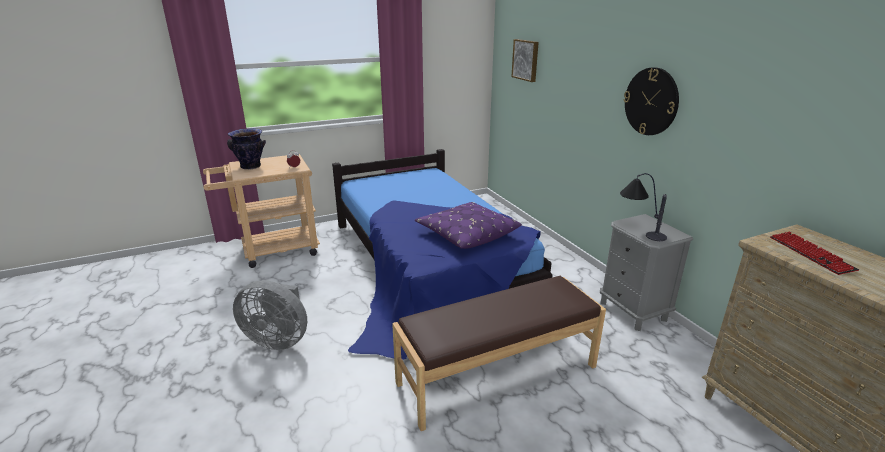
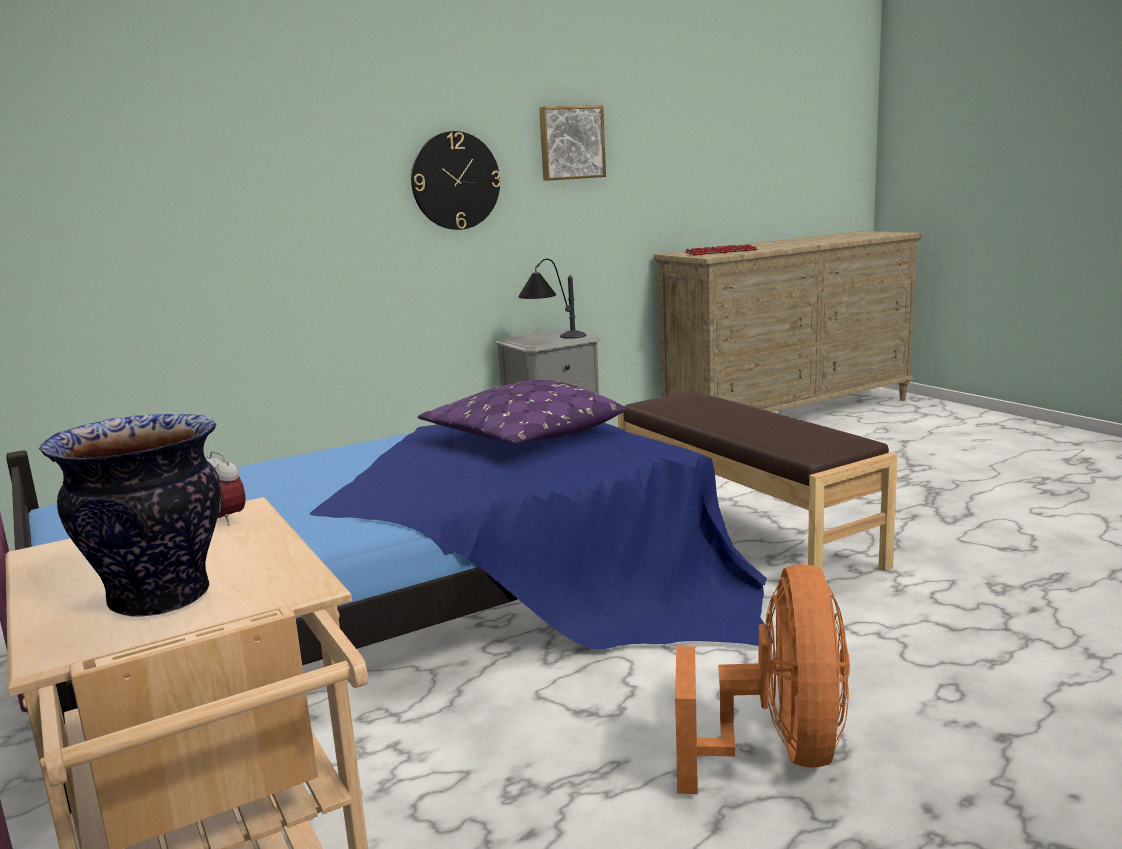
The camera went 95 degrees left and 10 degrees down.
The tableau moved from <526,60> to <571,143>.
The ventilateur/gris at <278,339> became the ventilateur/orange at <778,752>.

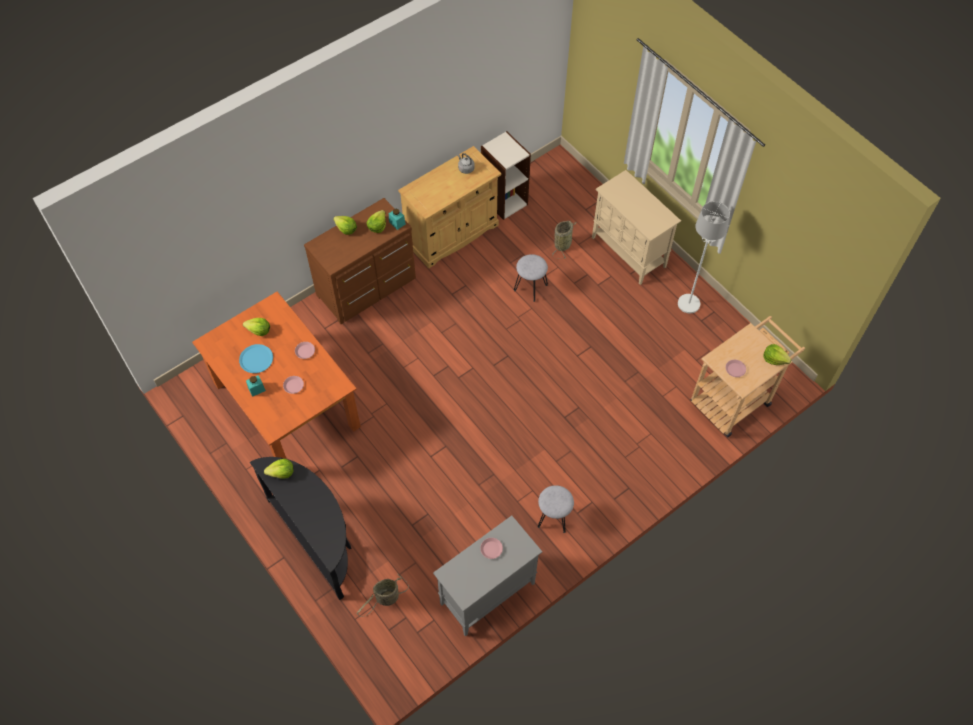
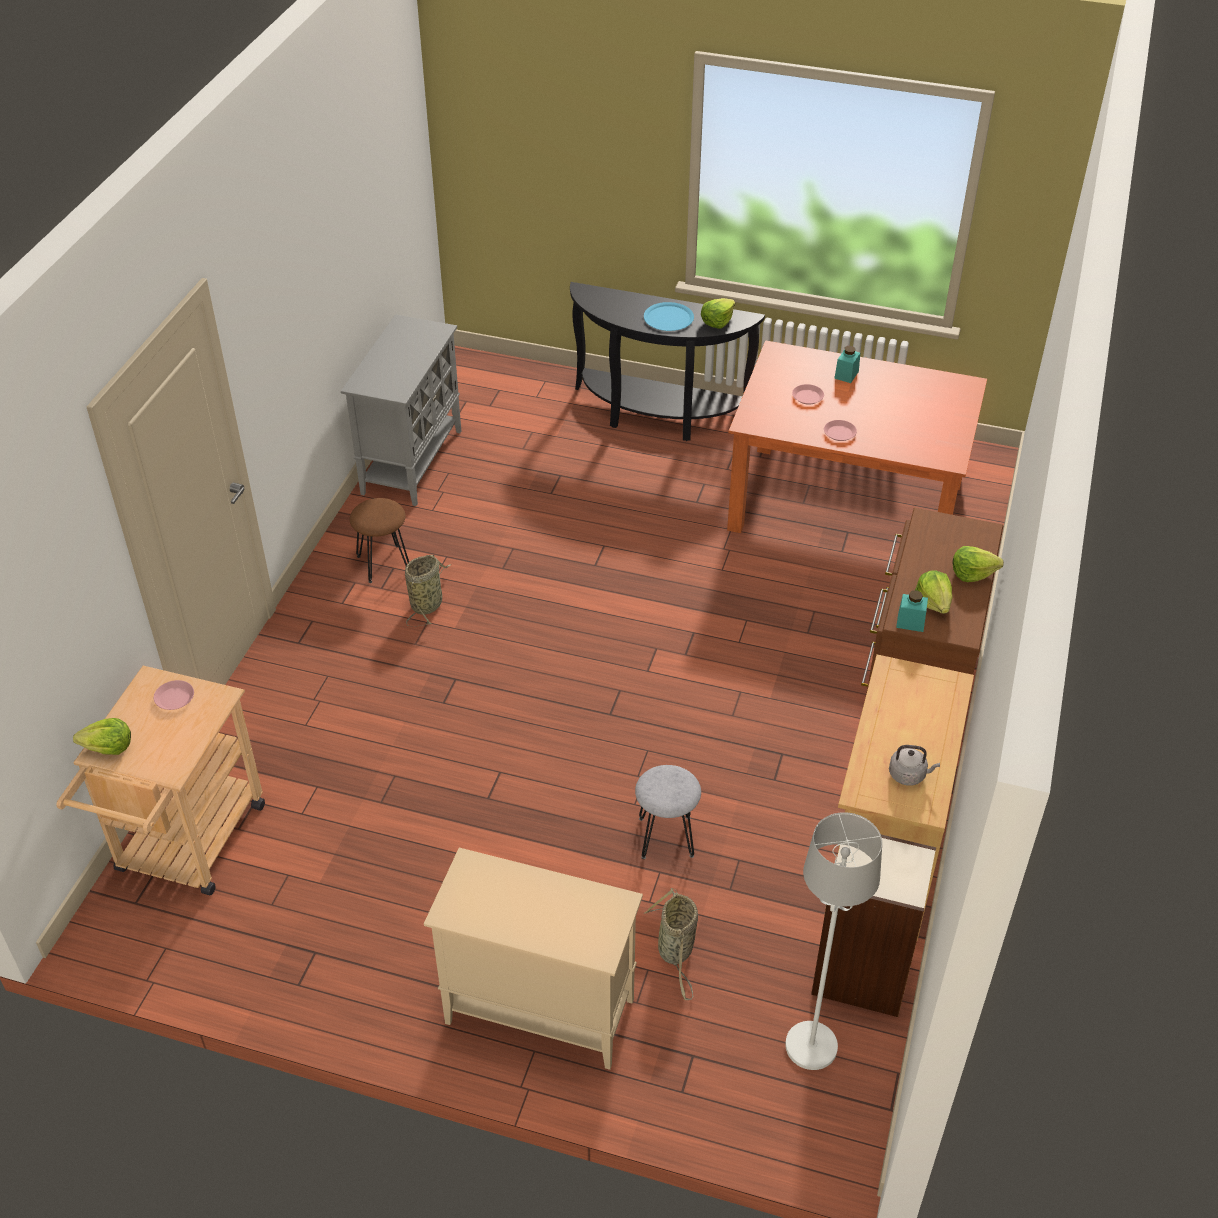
The camera went 145 degrees right and 15 degrees down.
The tabouret/gris at <553,517> became the tabouret/marron at <383,563>.
The panier moved from <386,598> to <427,603>.
The assiette/bleu moved from <256,359> to <668,318>.
The lampadaire/blanc moved from <688,304> to <811,1047>.
The laitue at <259,331> disappeared.
The assiette/rose at <491,549> disappeared.

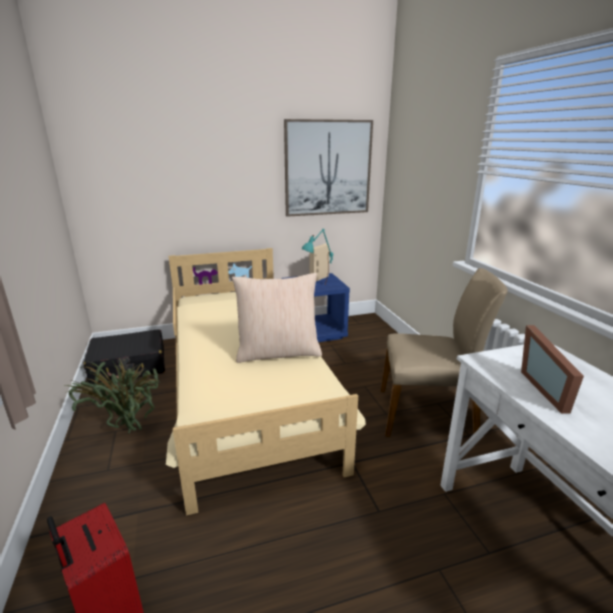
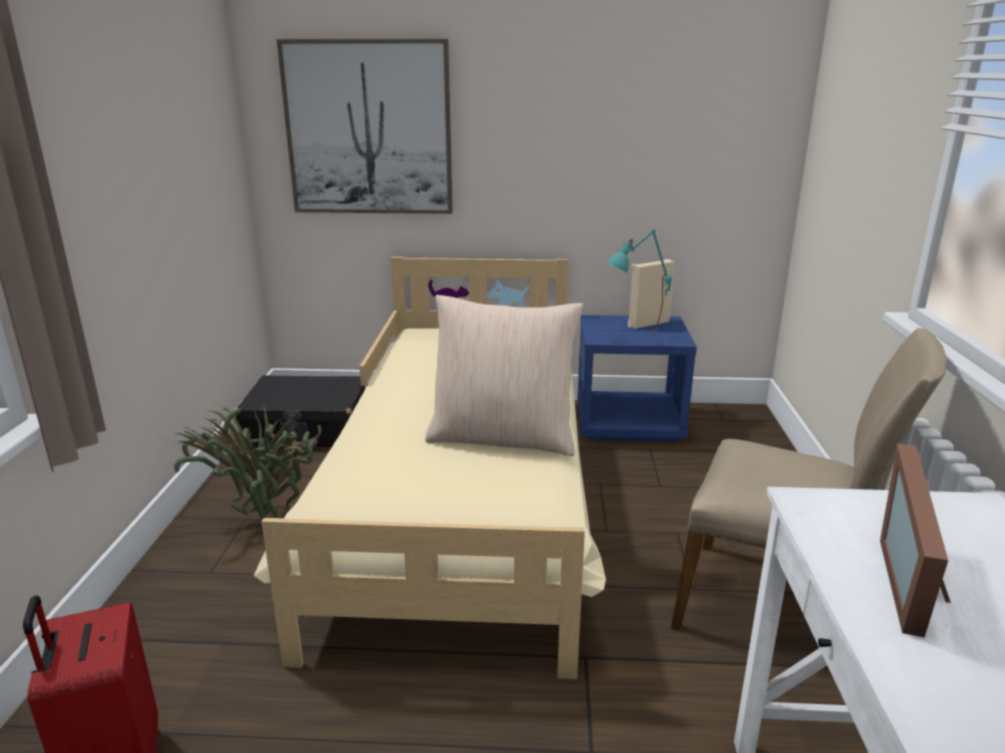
The camera went 20 degrees right and 0 degrees up.
The tableau moved from <328,168> to <369,129>.

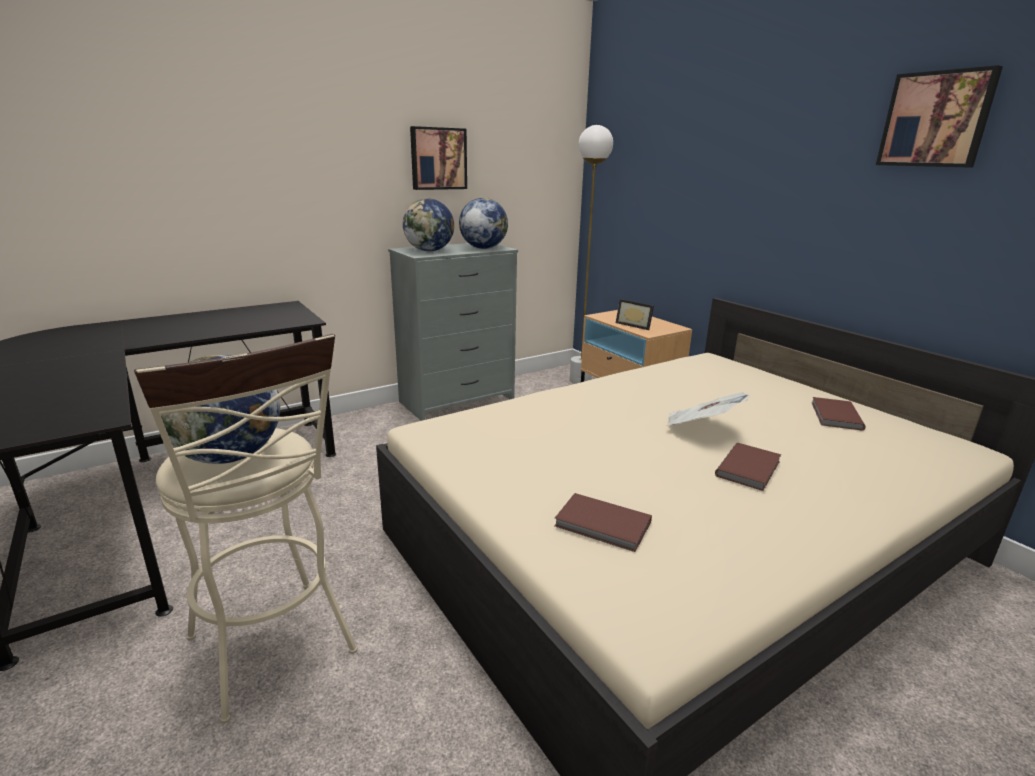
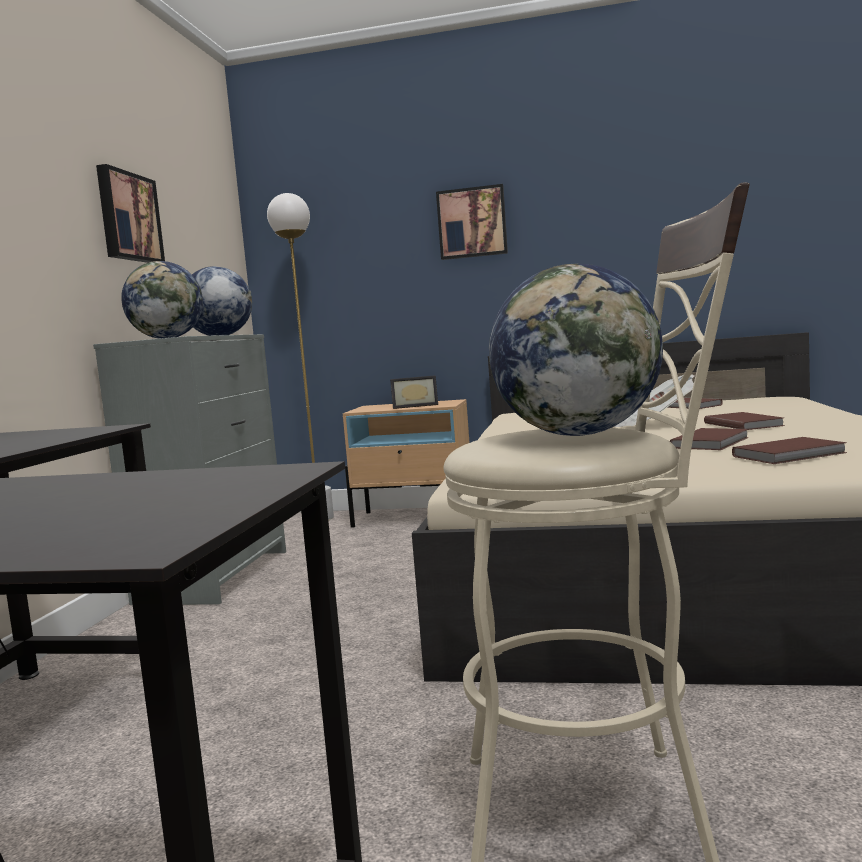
The camera went 45 degrees left and 15 degrees down.
The tableau moved from <936,120> to <472,223>.
The livre/marron at <712,442> appeared.

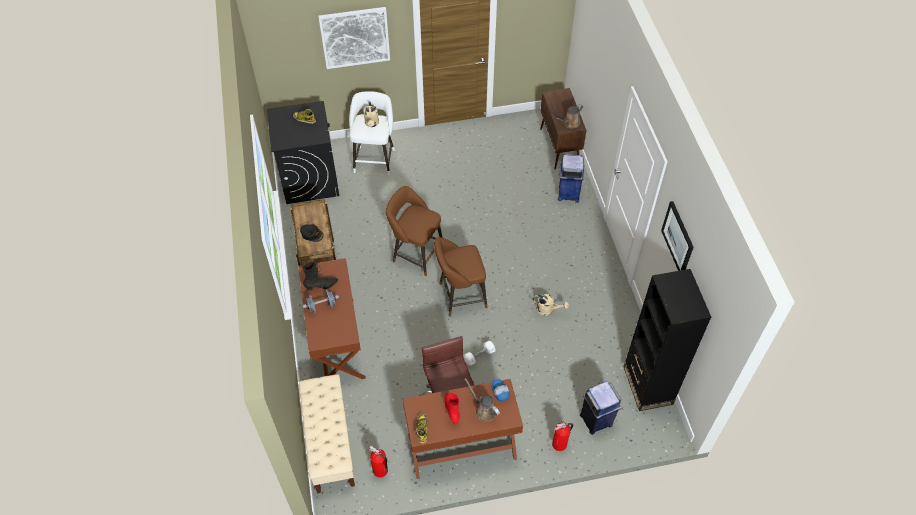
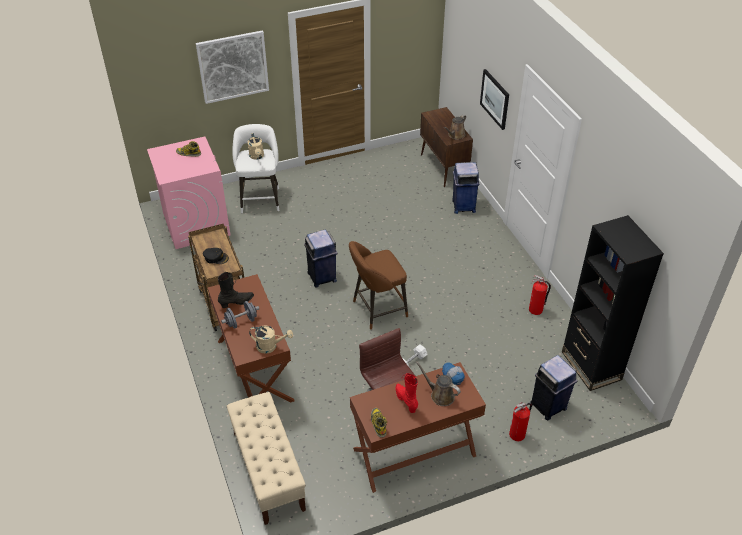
The camera went 10 degrees left and 10 degrees down.
The lave-linge/noir at <309,178> became the lave-linge/rose at <196,223>.
The arrosoir/beige moved from <547,310> to <270,346>.
The tabouret/marron at <416,254> was replaced by the poubelle/bleu at <322,277>.
The tableau moved from <678,238> to <495,99>.
The extincteur moved from <380,471> to <535,310>.

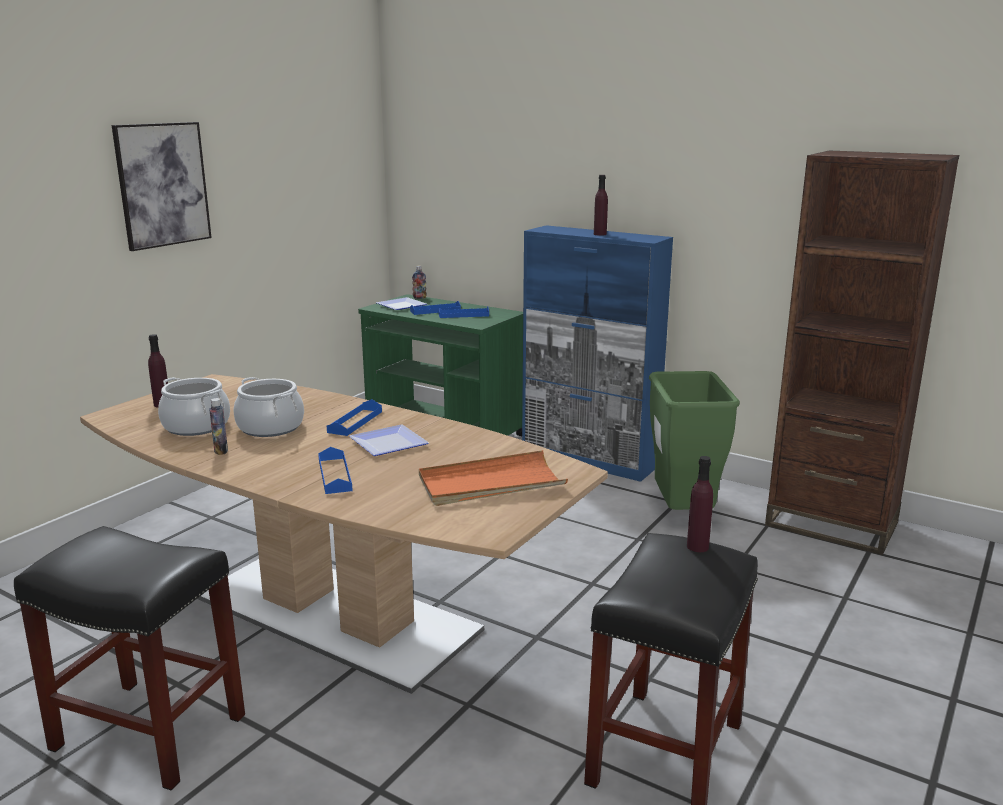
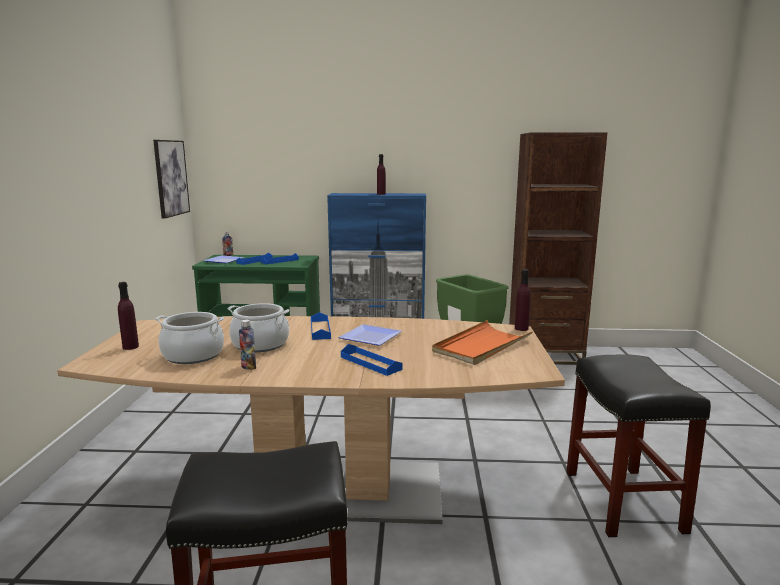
The camera went 30 degrees left and 5 degrees down.
The tableau moved from <162,185> to <171,178>.
The bouteille/violet moved from <697,547> to <521,328>.

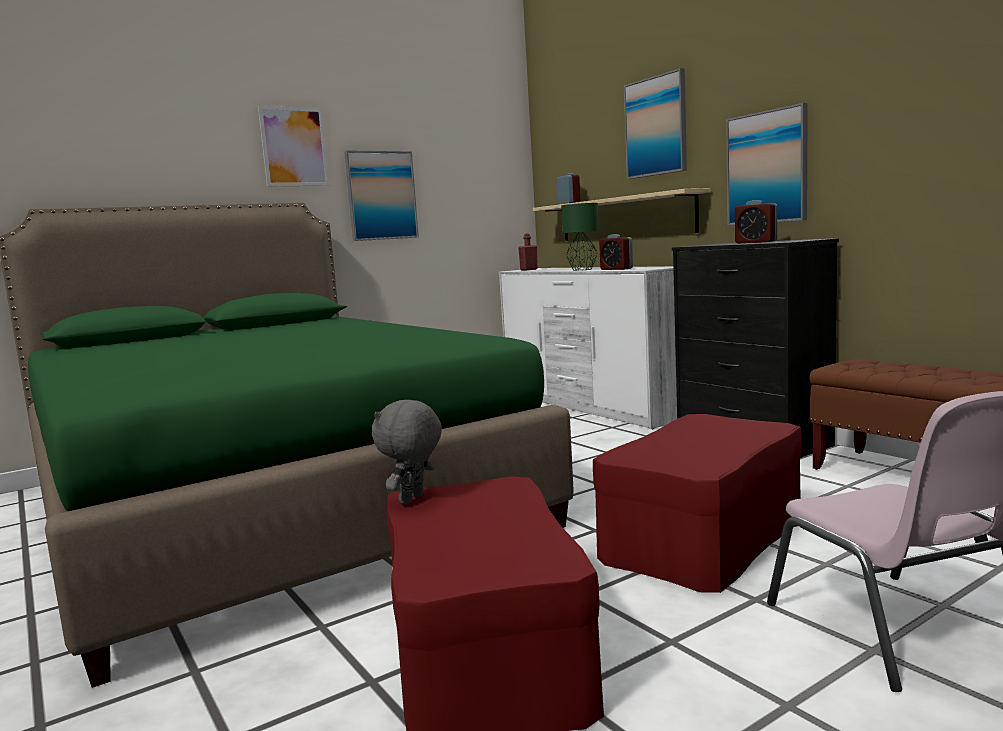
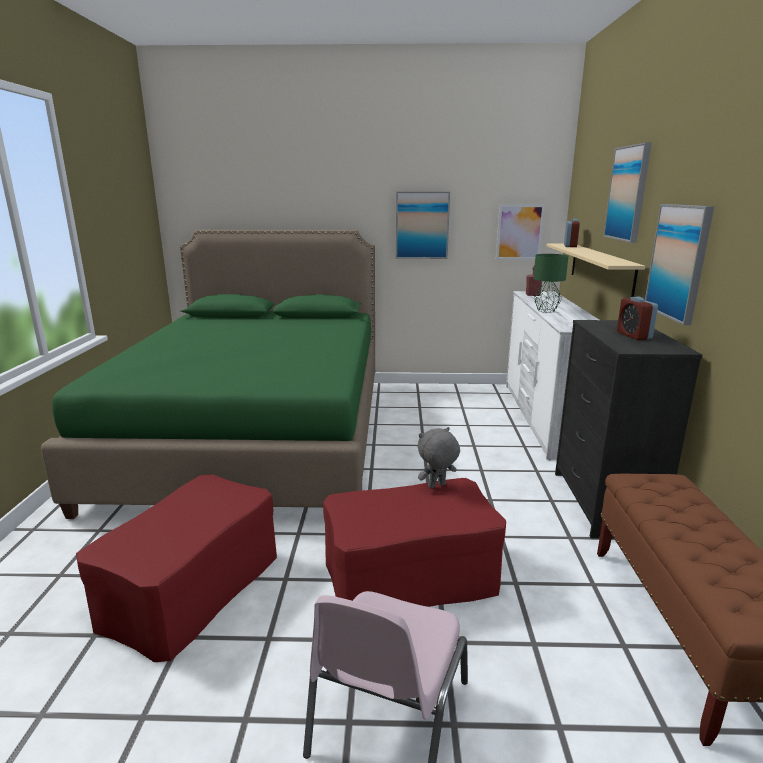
The camera went 35 degrees right and 10 degrees up.
The peluche/gris moved from <413,500> to <437,486>.
The tableau moved from <294,147> to <519,232>.
The réveil at <616,269> disappeared.

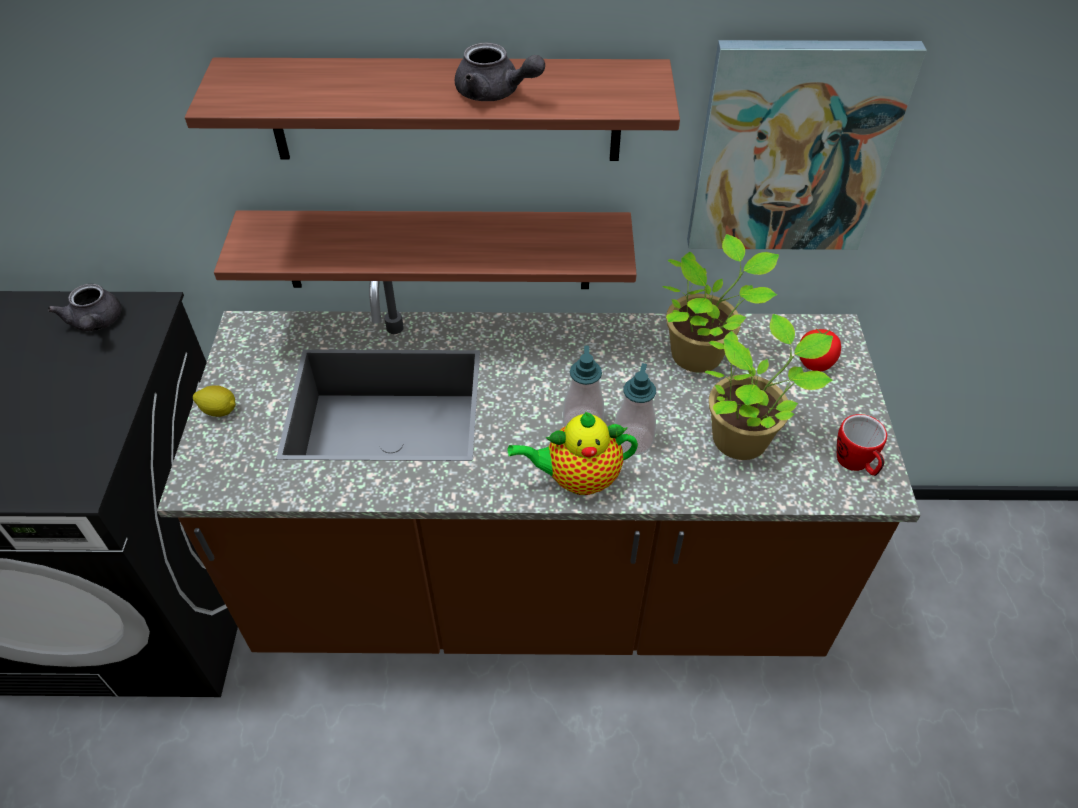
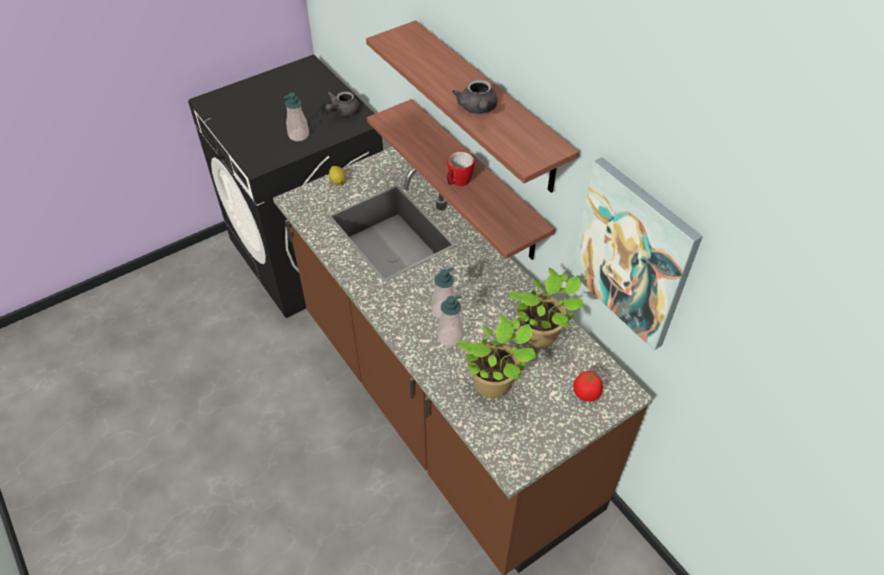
The camera went 55 degrees right and 0 degrees up.
The distributeur de savon at <298,135> appeared.
The mug moved from <856,464> to <457,182>.
The théière at <577,478> disappeared.

